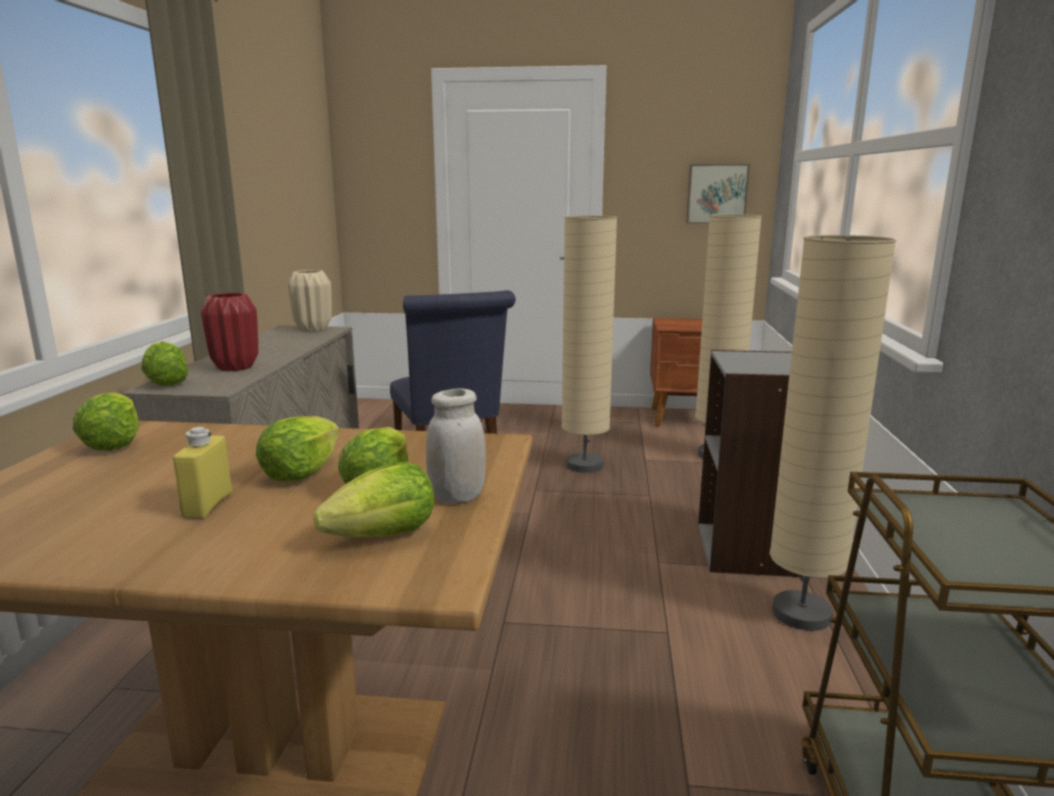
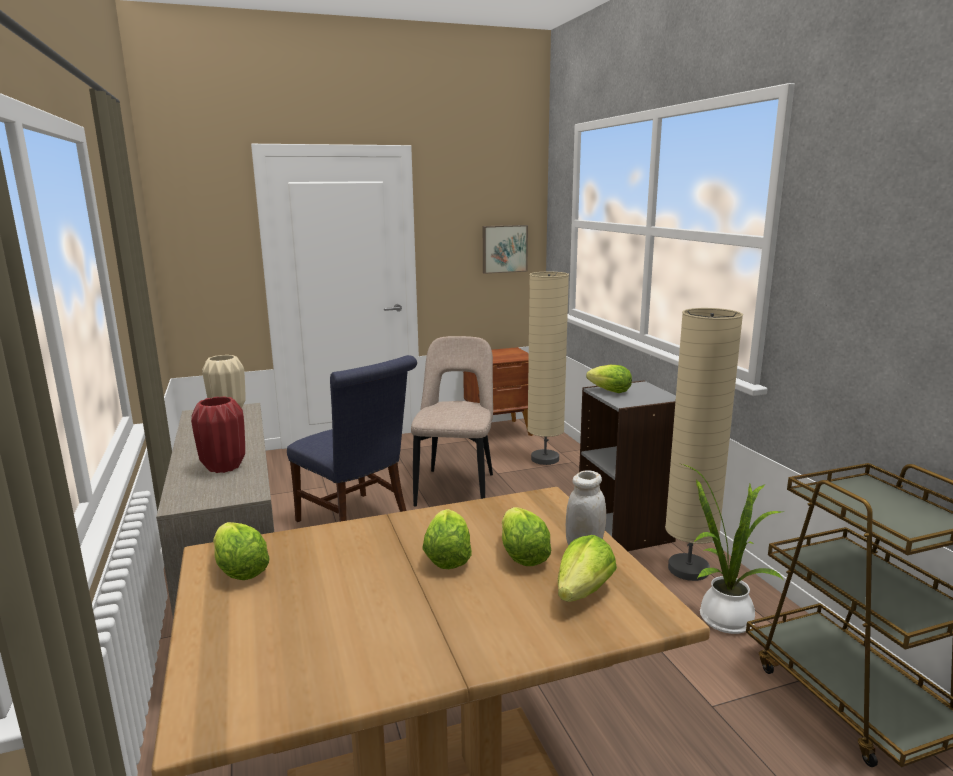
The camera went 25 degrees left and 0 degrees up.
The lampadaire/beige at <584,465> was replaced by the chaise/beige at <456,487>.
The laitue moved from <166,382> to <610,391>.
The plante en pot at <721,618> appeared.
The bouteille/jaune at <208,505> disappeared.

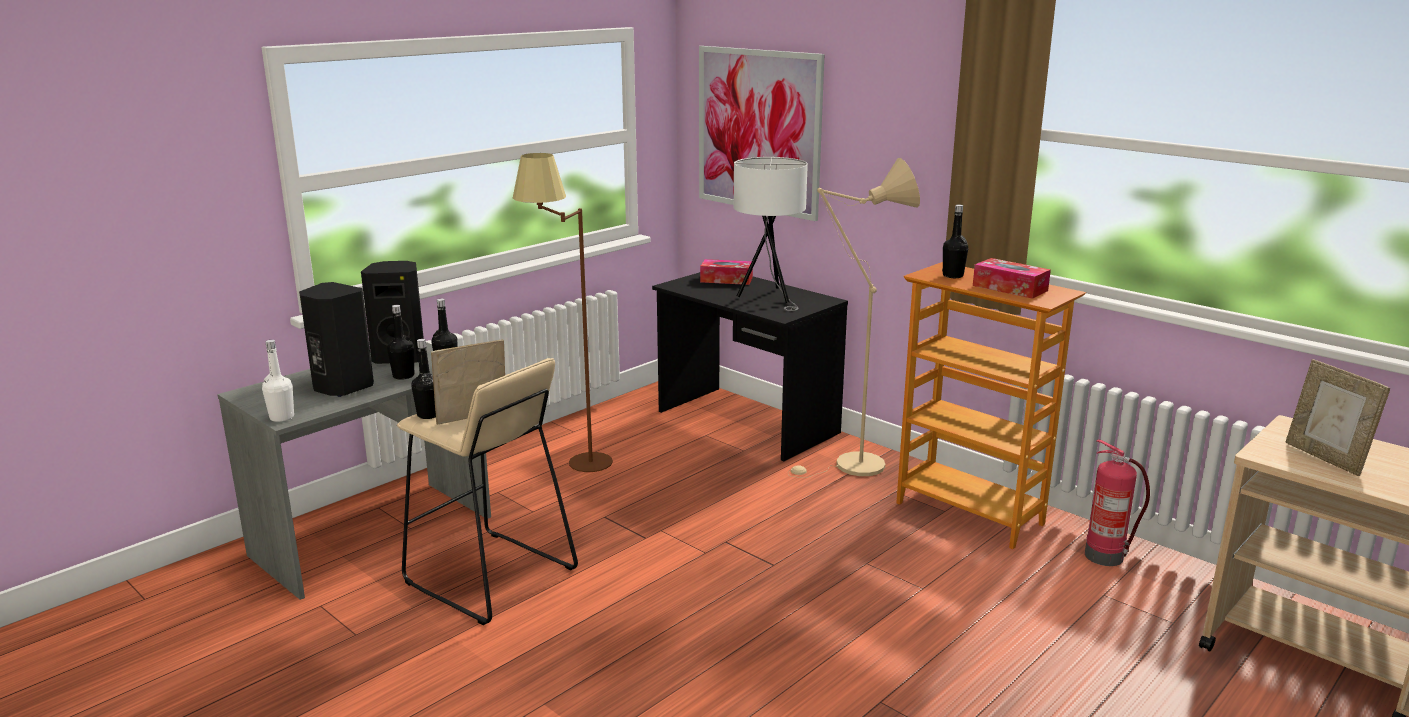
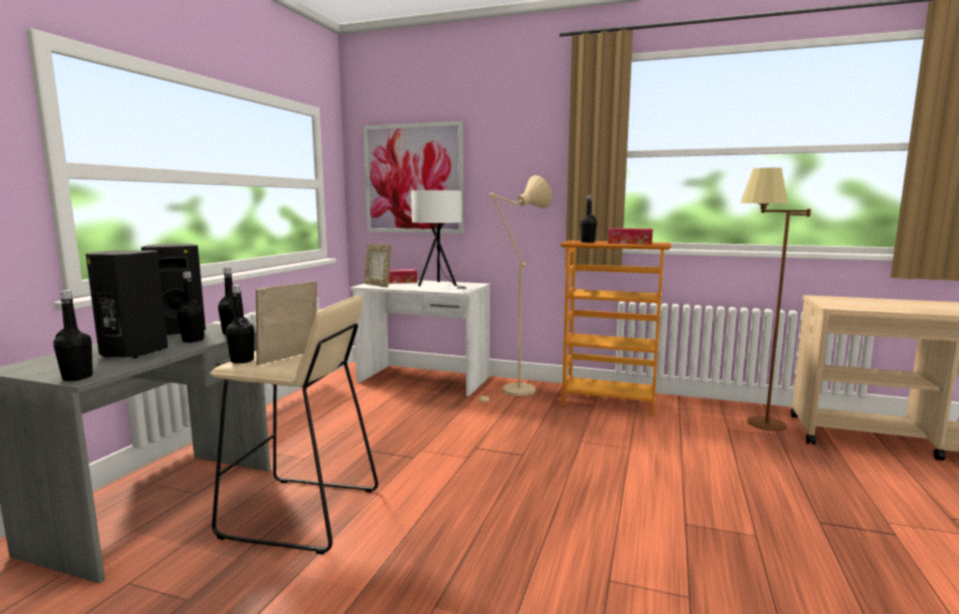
The camera went 25 degrees left and 10 degrees down.
The bouteille/blanc at <282,417> became the bouteille/noir at <77,377>.
The bureau/noir at <746,422> became the bureau/blanc at <424,380>.
The cadre photo moved from <1325,458> to <378,285>.
The lampadaire/marron moved from <570,462> to <754,426>.
The extincteur at <1106,556> disappeared.

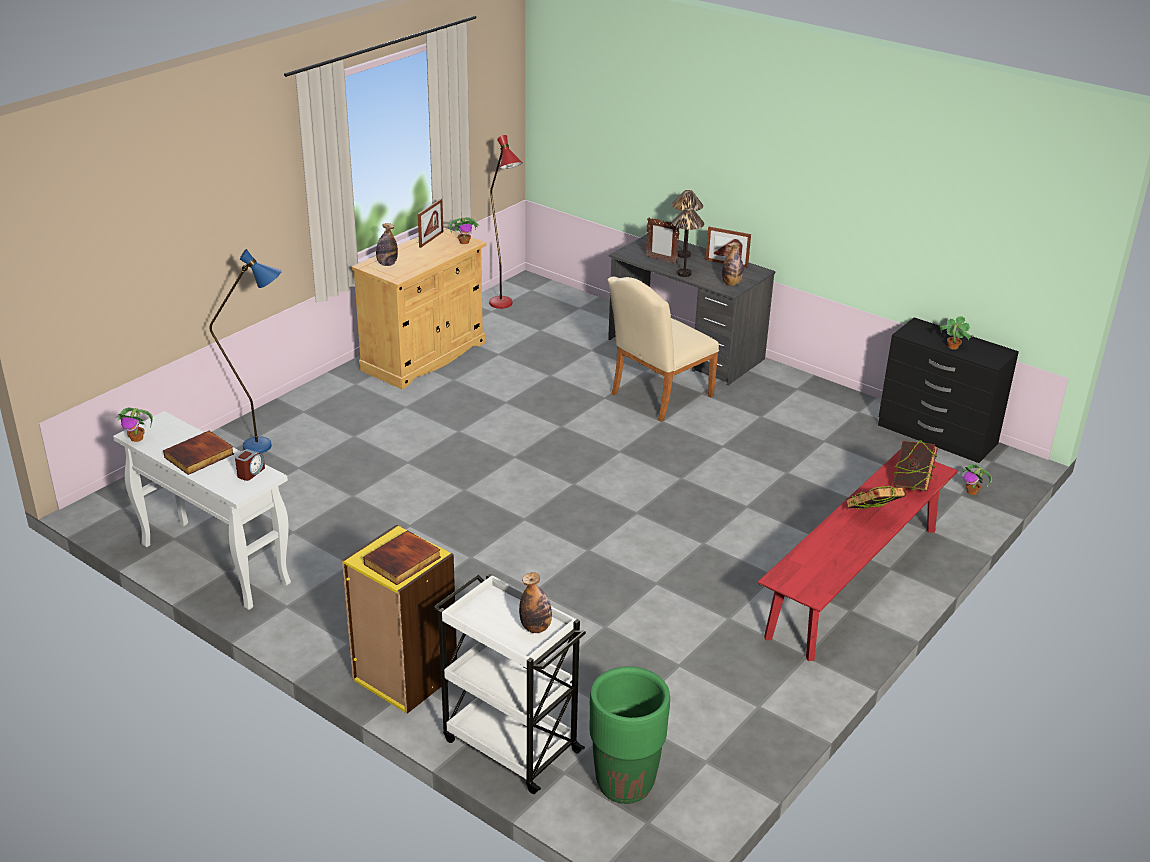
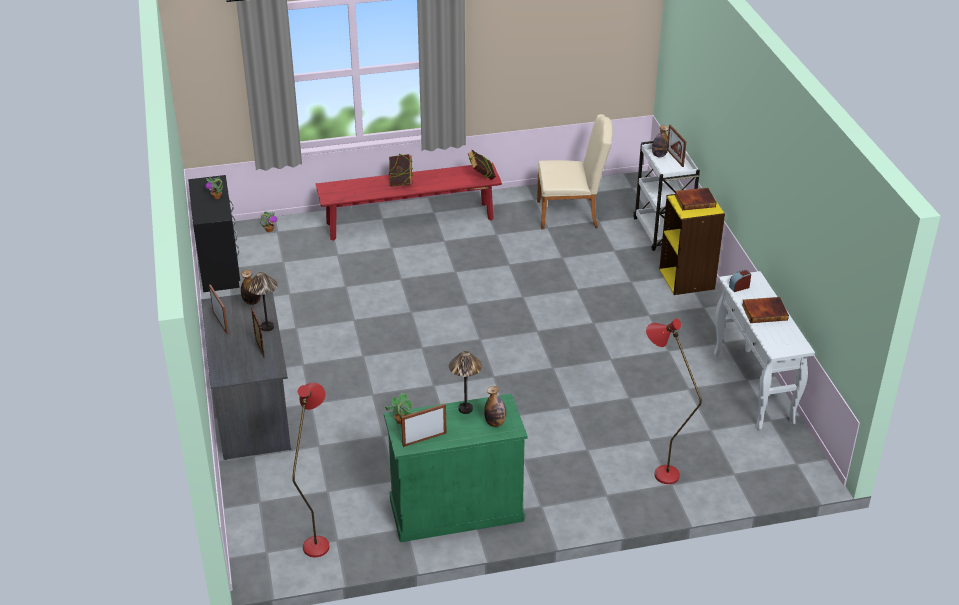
The camera went 140 degrees left and 5 degrees up.
The meuble de rangement/beige at <424,356> became the meuble de rangement/vert at <456,510>.
The lampe de table moved from <683,255> to <465,409>.
The livre moved from <911,485> to <481,177>.
The chaise/beige moved from <657,397> to <572,214>.
The lampadaire/bleu at <268,446> became the lampadaire/rouge at <658,471>.
The cadre photo at <675,158> appeared.
The plante en pot at <137,438> disappeared.
The cache-pot/vert at <624,784> disappeared.

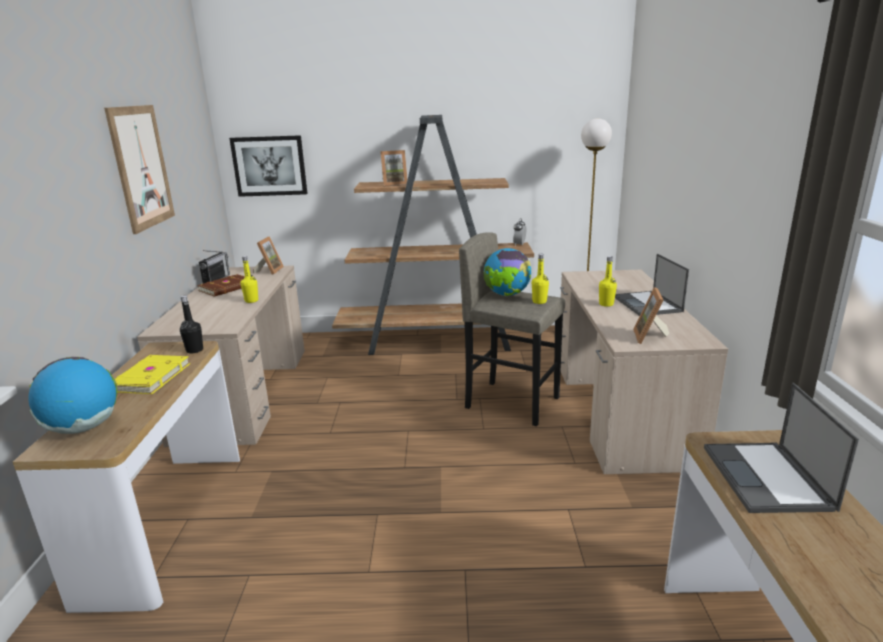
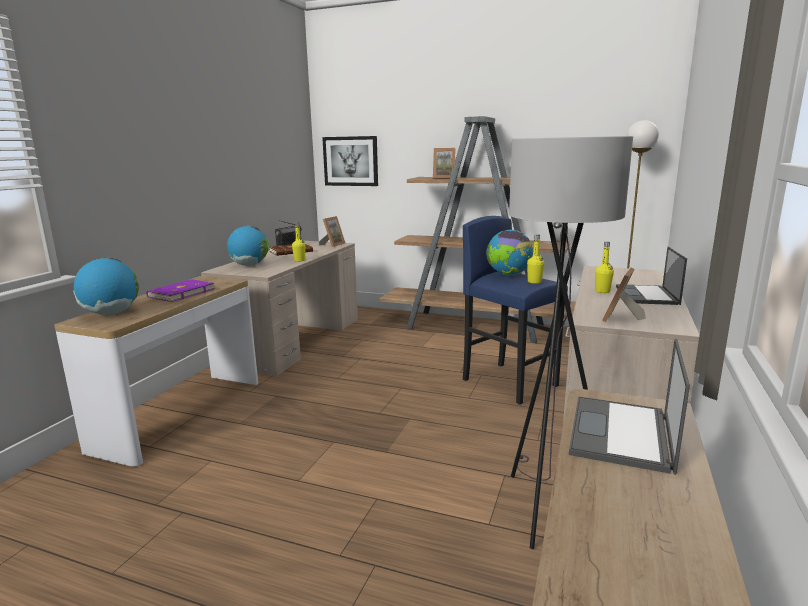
The camera went 20 degrees right and 5 degrees down.
The livre/jaune at <149,377> became the livre/violet at <180,293>.
The globe at <250,265> appeared.
The tabouret/gris at <512,402> became the tabouret/bleu at <509,382>.
The lampadaire/gris at <543,505> appeared.
The tableau at <141,167> disappeared.
The bouteille/noir at <194,350> disappeared.

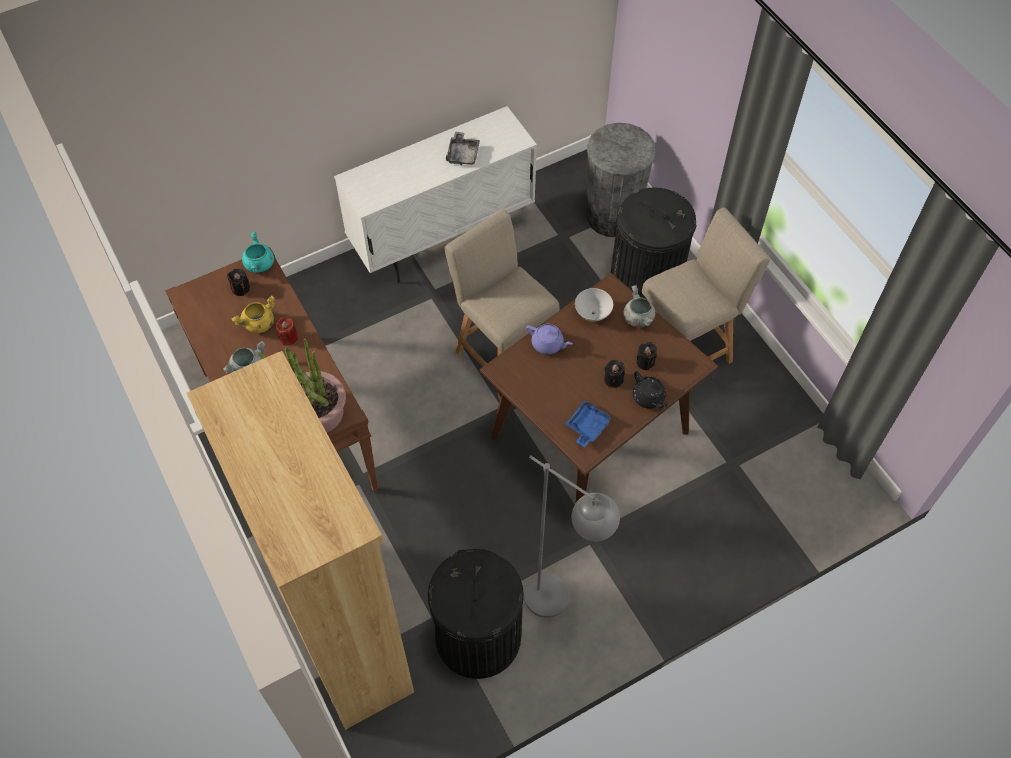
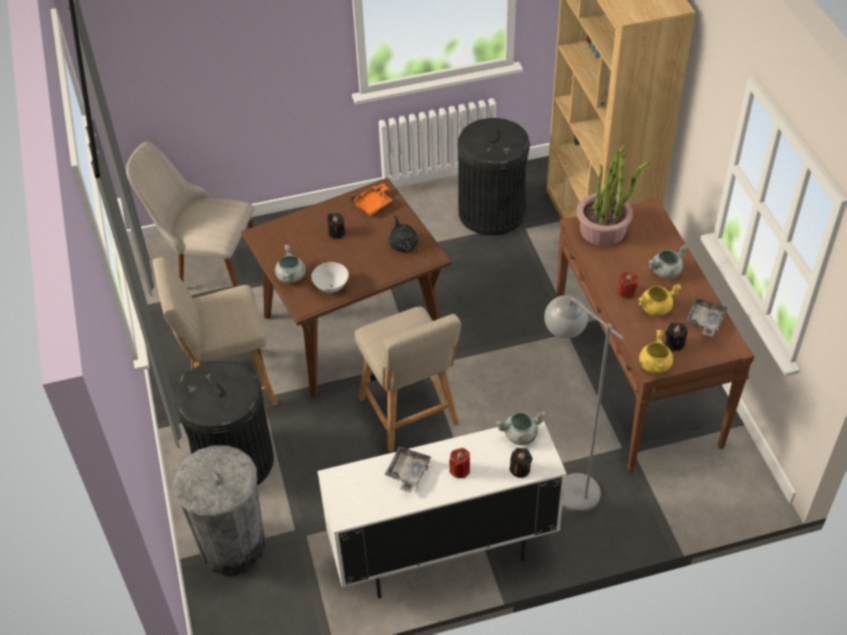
The camera went 165 degrees left and 10 degrees down.
The chaise/beige at <207,266> appeared.
The plateau/bleu at <587,426> became the plateau/orange at <373,204>.
The théière/noir moved from <649,398> to <403,243>.
The bougie/rouge at <460,470> appeared.
The marmite/gris at <520,436> appeared.
The bougie/noir moved from <645,362> to <520,469>.
The lampadaire/gris moved from <560,605> to <566,483>.
The marmite/turquoise at <260,265> became the marmite/jaune at <654,365>.
The plateau/gris at <705,321> appeared.
The théière/violet at <548,344> disappeared.

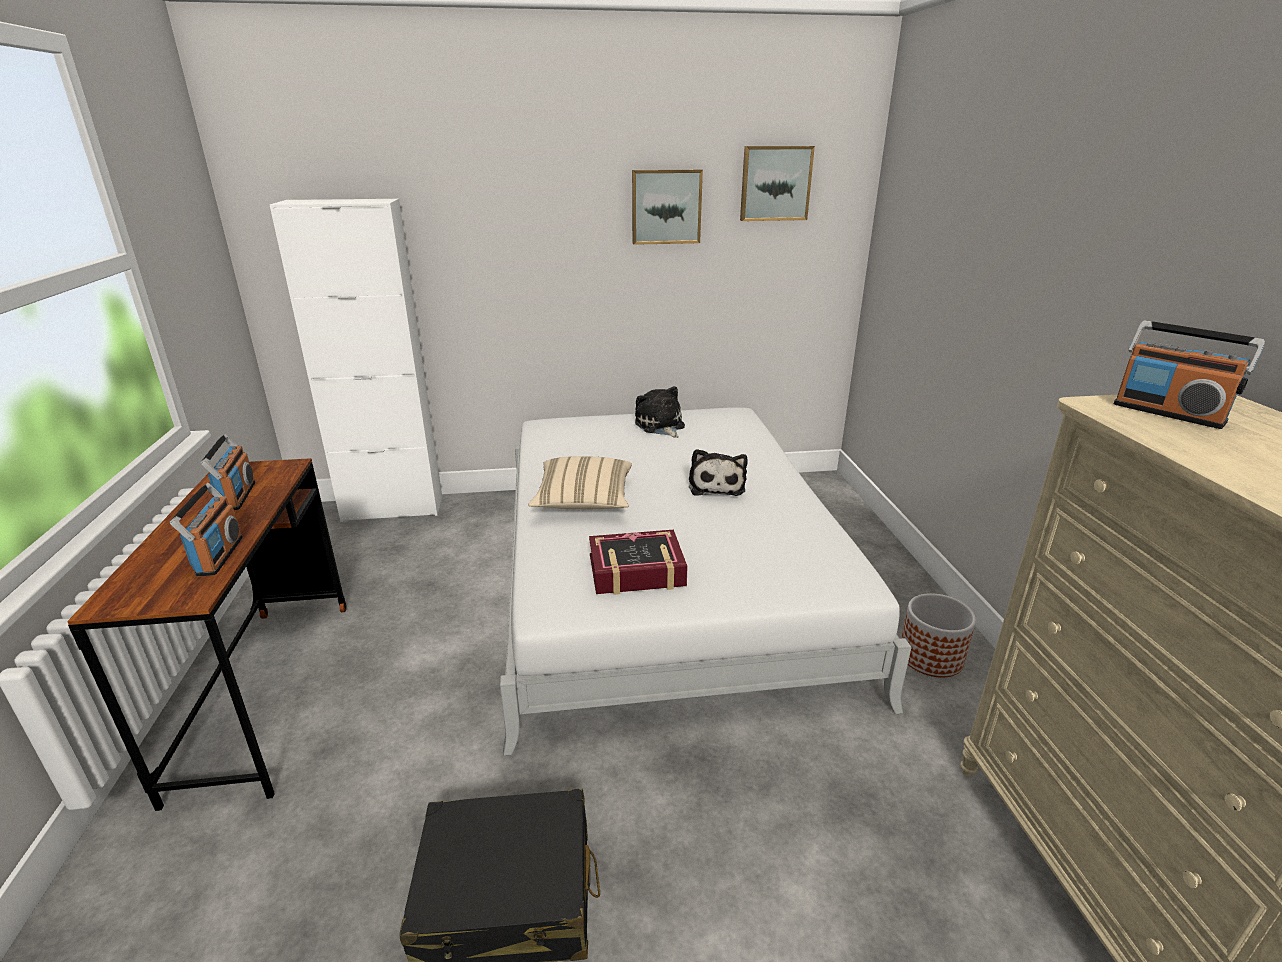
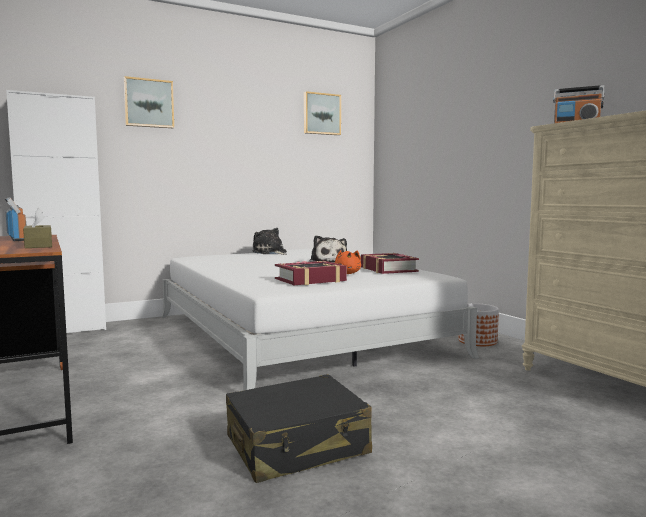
The camera went 20 degrees left and 20 degrees down.
The radio at <218,556> was replaced by the boîte à mouchoirs/marron at <38,245>.
The tableau moved from <666,206> to <149,103>.
The peluche/orange at <347,273> appeared.
The livre at <388,269> appeared.
The coussin/beige at <583,501> disappeared.

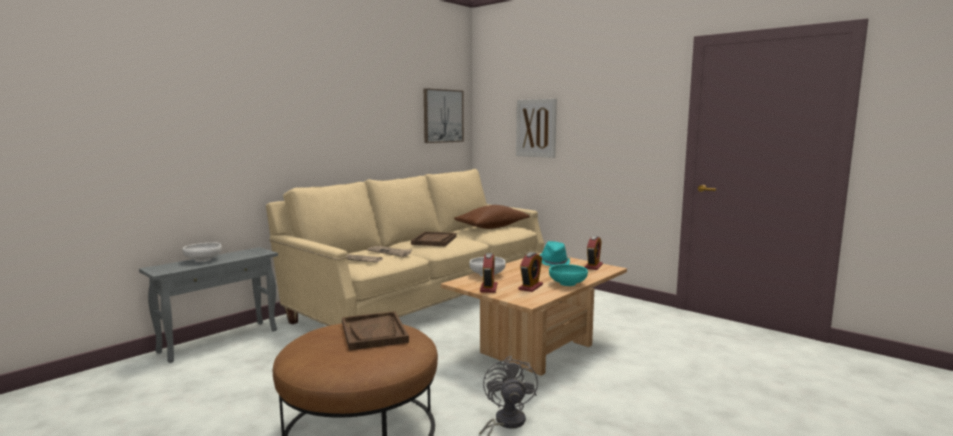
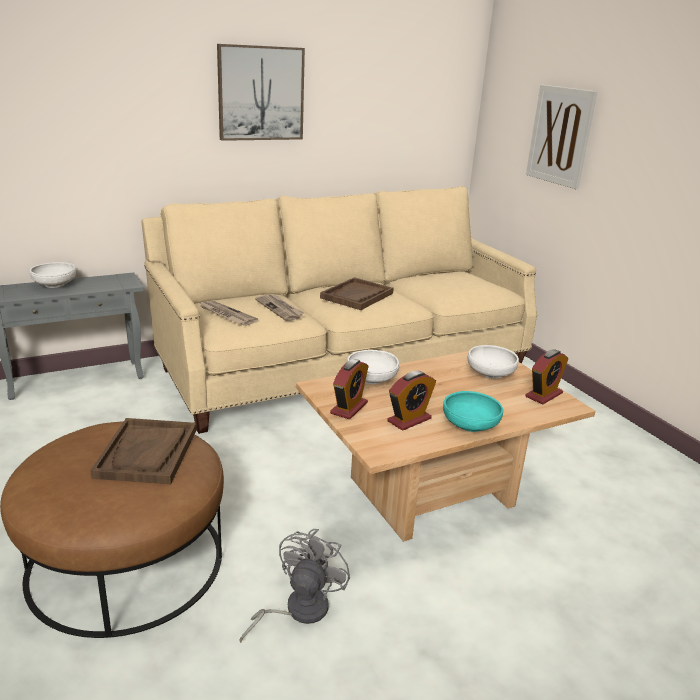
The camera went 20 degrees right and 15 degrees up.
The tableau moved from <443,116> to <260,93>.
The chapeau/turquoise at <554,262> was replaced by the bol/blanc at <490,373>.
The coussin/marron at <492,227> disappeared.

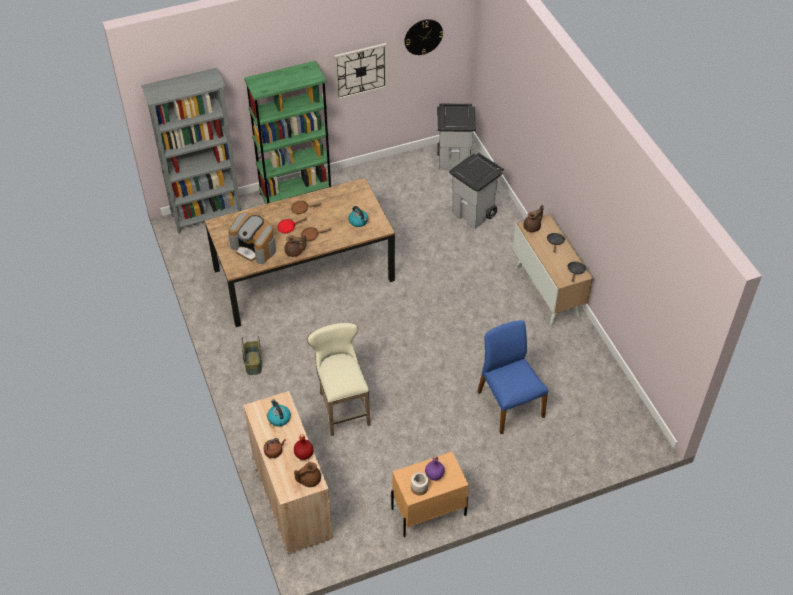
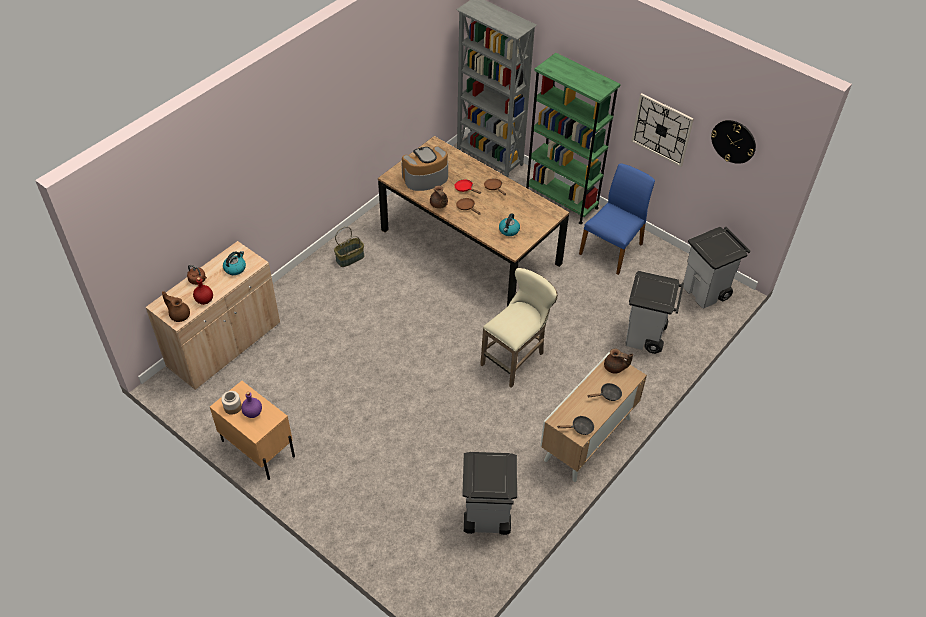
The camera went 60 degrees right and 0 degrees up.
The machine à café at <254,248> turned 60 degrees clockwise.
The poubelle/gris at <486,517> appeared.
The tabouret/beige moved from <342,406> to <516,358>.
The chaise/bleu moved from <509,404> to <612,249>.

